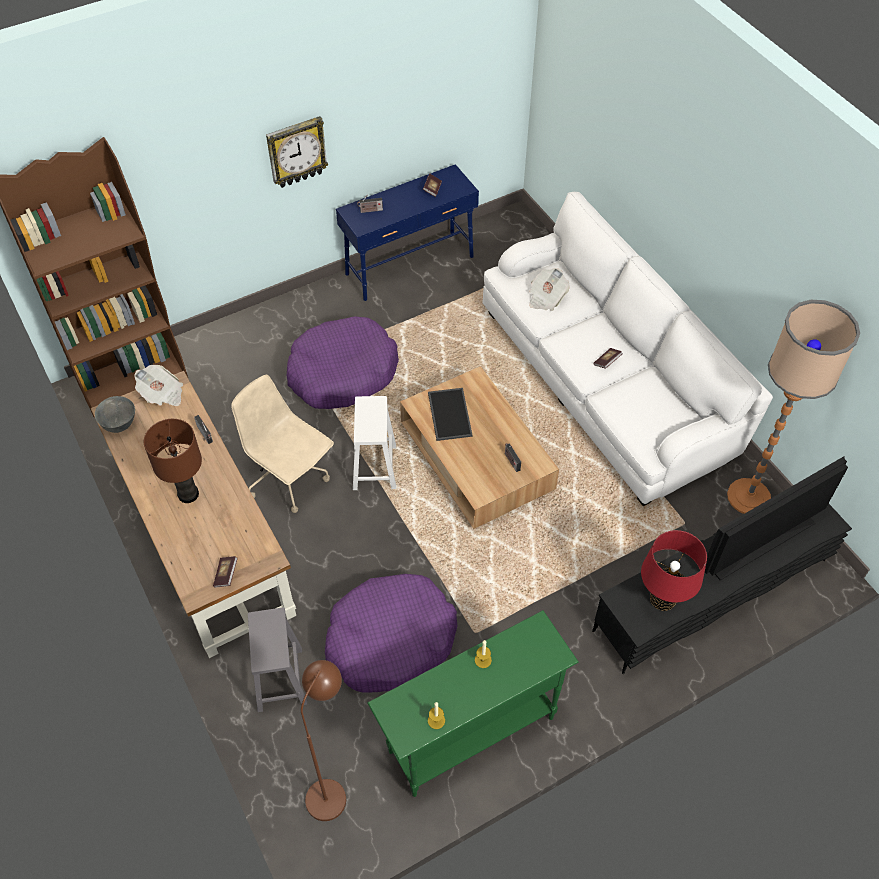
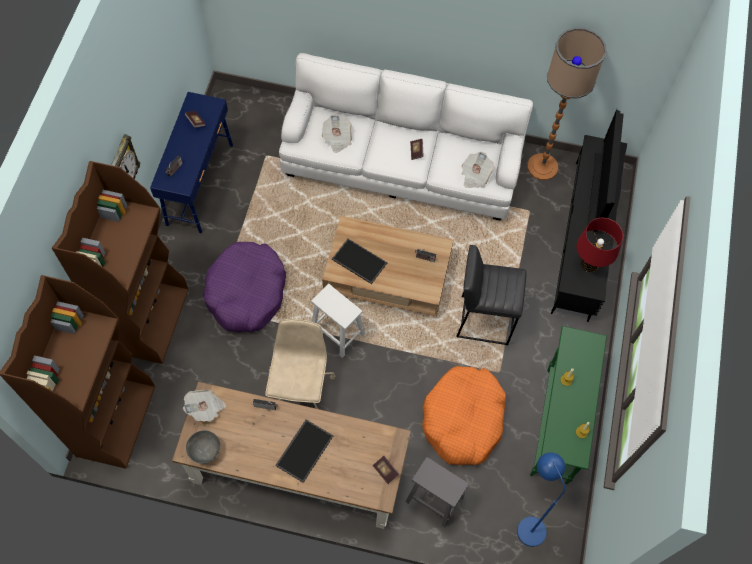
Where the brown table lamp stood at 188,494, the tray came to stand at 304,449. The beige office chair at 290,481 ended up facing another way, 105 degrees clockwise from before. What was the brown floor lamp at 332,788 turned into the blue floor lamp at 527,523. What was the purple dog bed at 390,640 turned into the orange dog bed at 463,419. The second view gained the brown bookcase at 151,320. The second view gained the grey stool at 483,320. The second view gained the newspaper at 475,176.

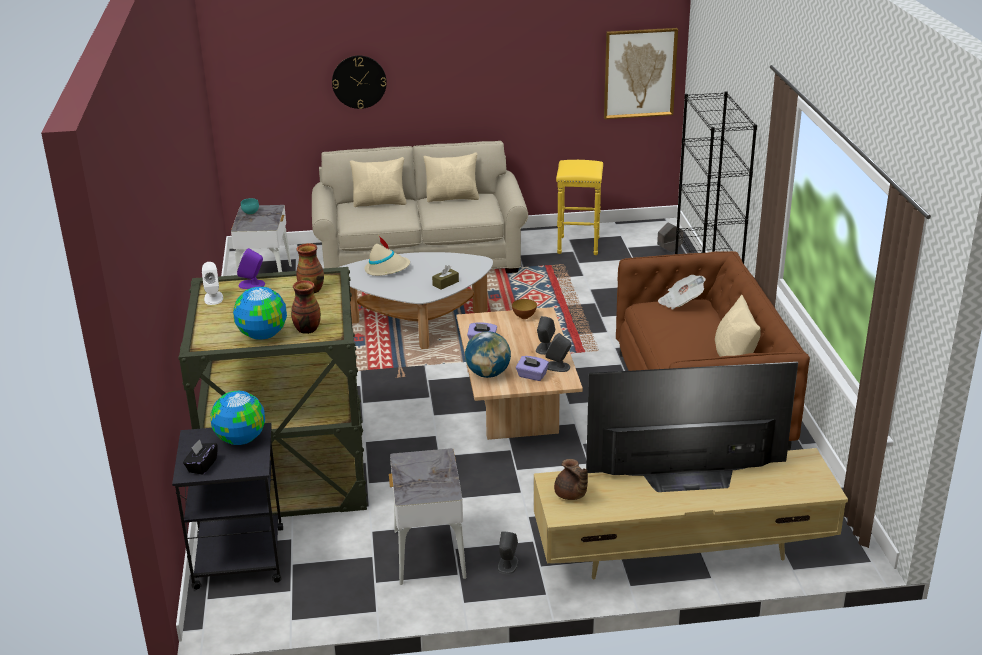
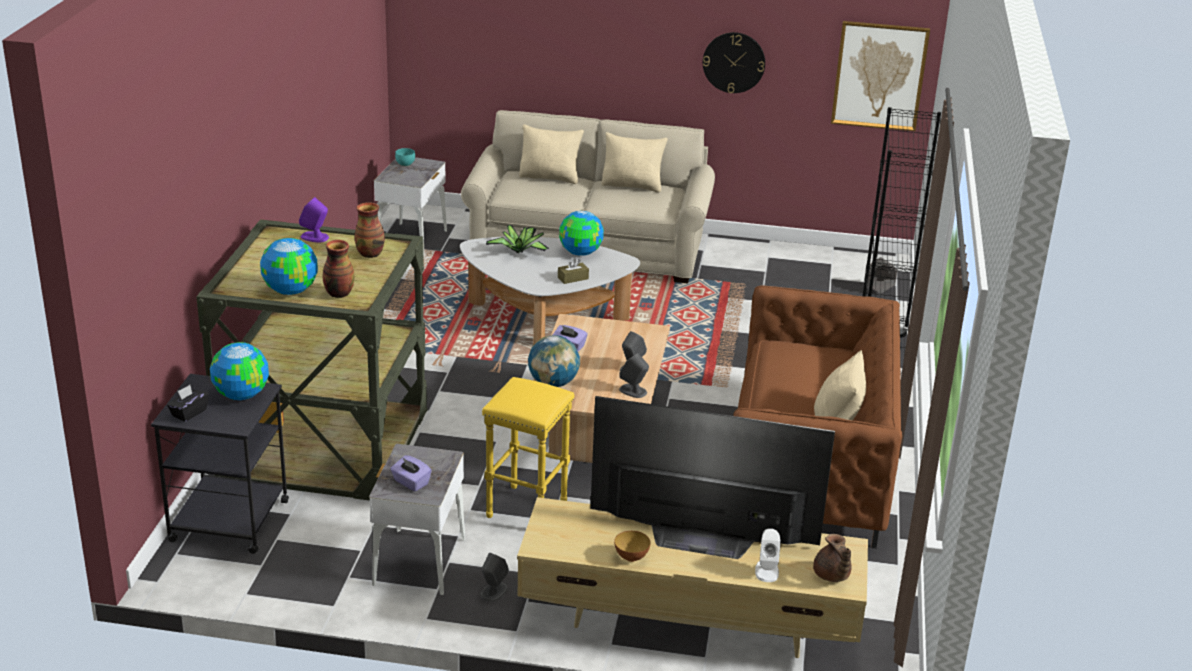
The white speaker ended up elsewhere, having gone from 213,298 to 767,571. The wall clock ended up elsewhere, having gone from 359,81 to 733,62. Where the beige hat stood at 387,269, the potted plant came to stand at 519,251. The bowl ended up elsewhere, having gone from 524,317 to 631,557. The purple tissue box ended up elsewhere, having gone from 532,376 to 410,483. The brown teapot ended up elsewhere, having gone from 571,495 to 831,576. The yellow stool ended up elsewhere, having gone from 577,246 to 524,509. The second view lost the newspaper at 681,302. The second view gained the globe at 580,253.

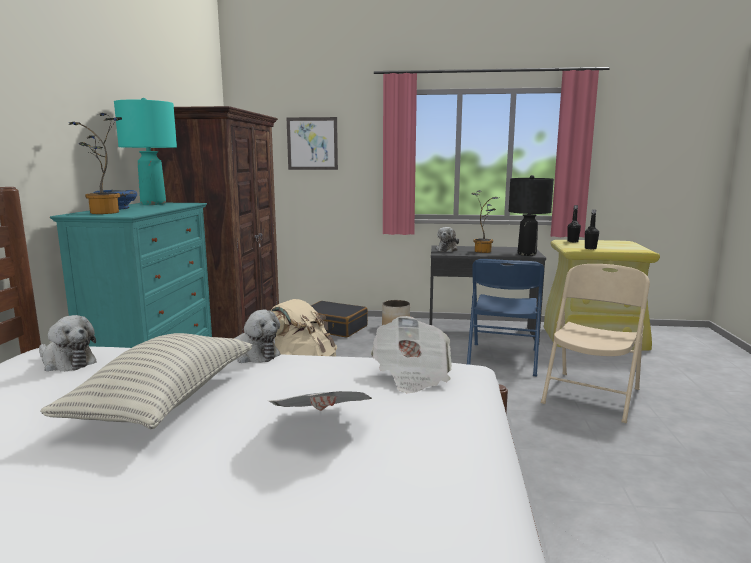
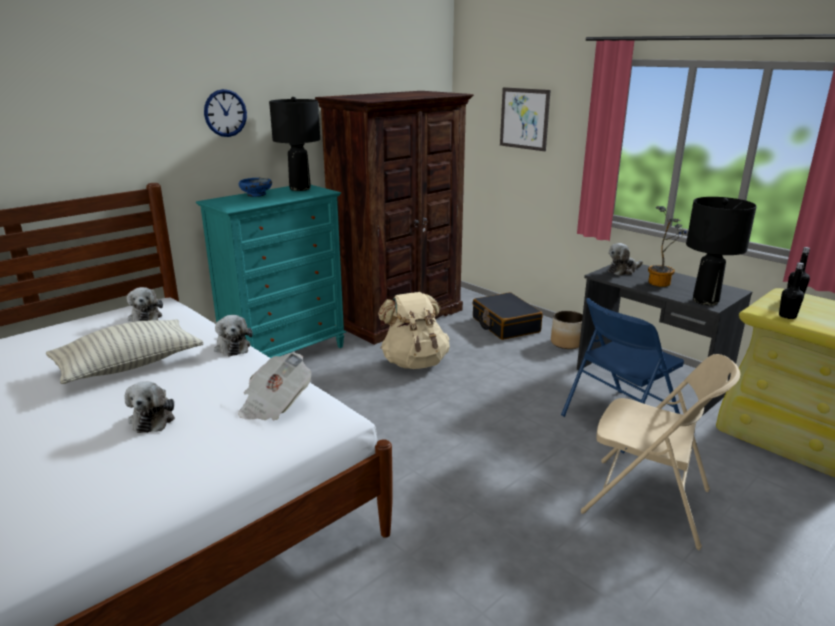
The second view lost the potted plant at 103,213. What was the turquoise table lamp at 153,204 turned into the black table lamp at 300,189. Where the newspaper stood at 321,426, the plush toy came to stand at 153,418. The beige chair at 591,396 ended up facing another way, 45 degrees clockwise from before. The second view gained the wall clock at 225,113.

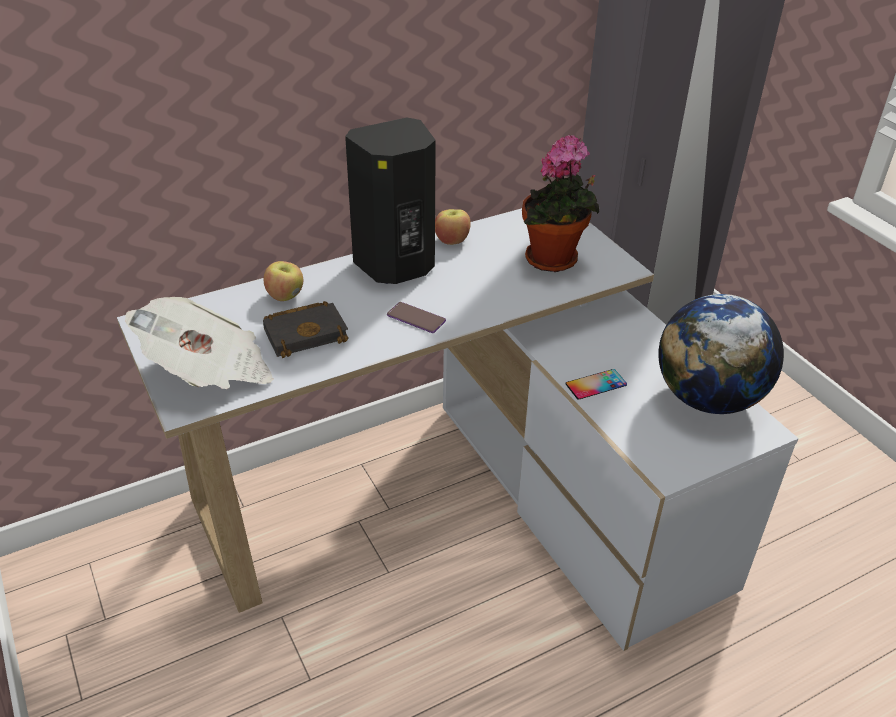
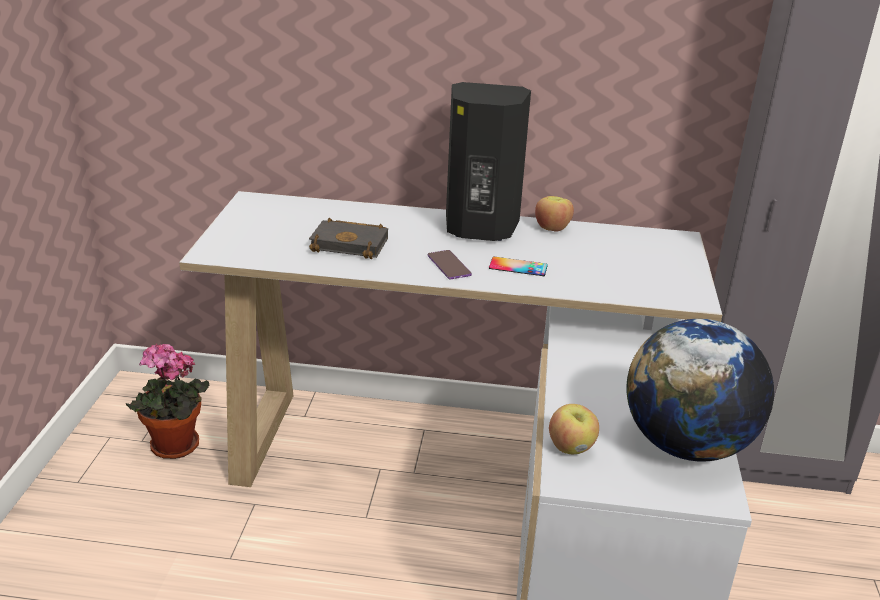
The second view lost the newspaper at 209,372. The apple ended up elsewhere, having gone from 285,296 to 571,447. The potted plant ended up elsewhere, having gone from 554,261 to 173,448. The phone ended up elsewhere, having gone from 596,384 to 518,267.

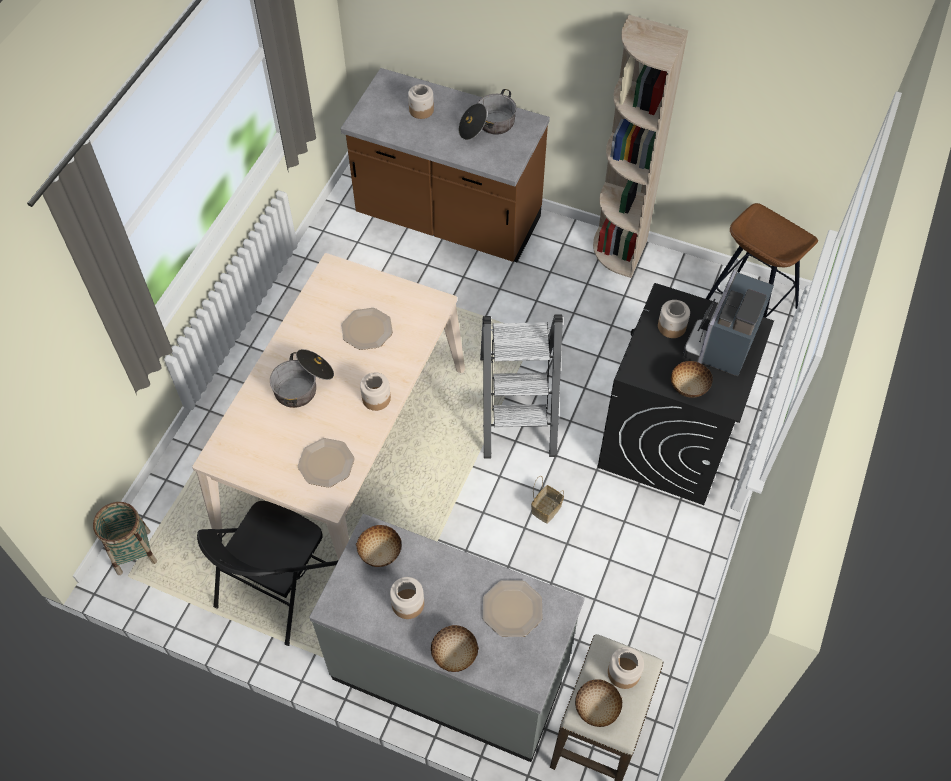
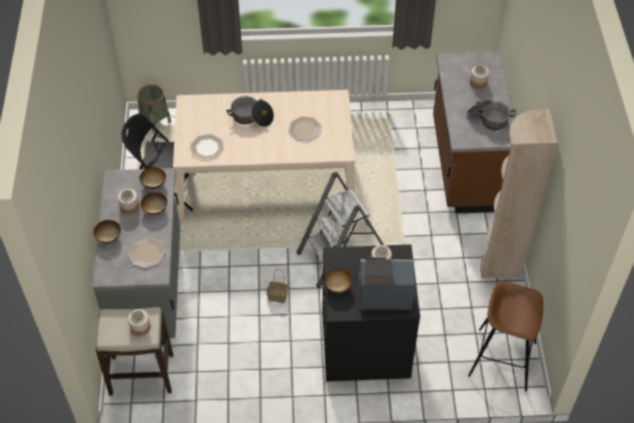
The second view lost the jar at 376,398. The bowl ended up elsewhere, having gone from 596,709 to 155,209.

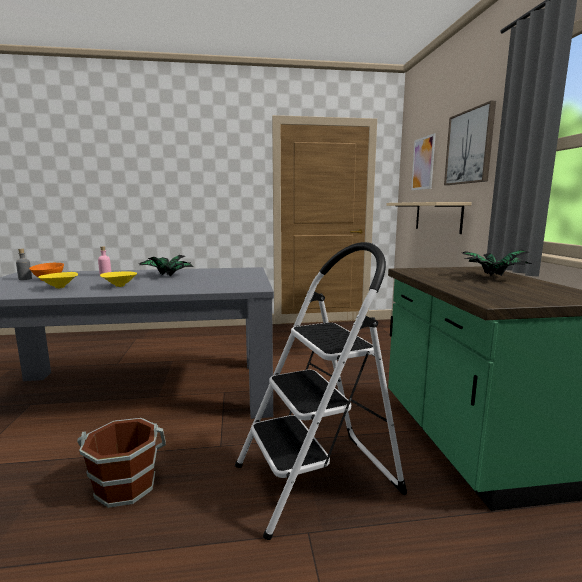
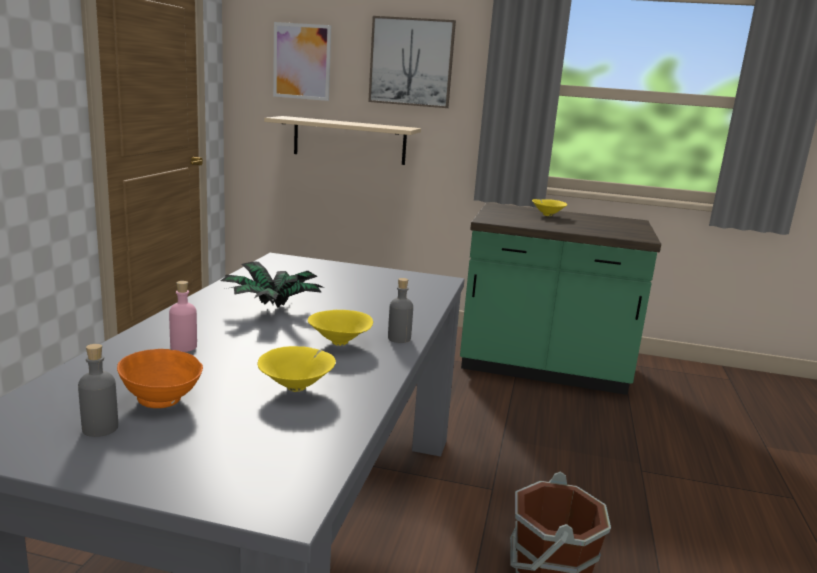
The second view lost the step ladder at 322,479. Where the potted plant stood at 492,277, the yellow bowl came to stand at 547,215. The second view gained the grey bottle at 399,338.

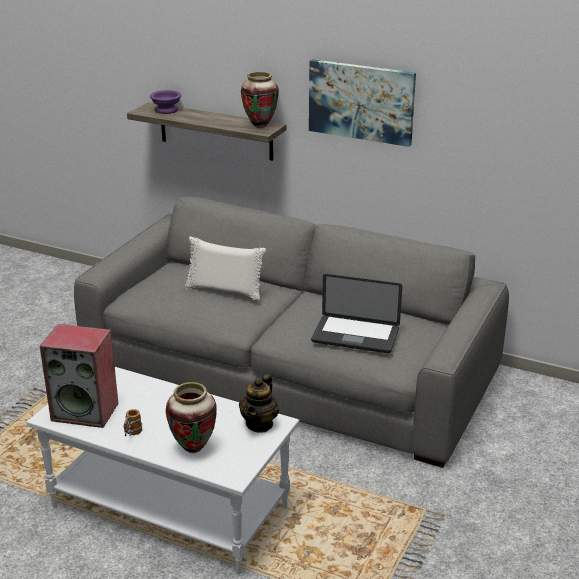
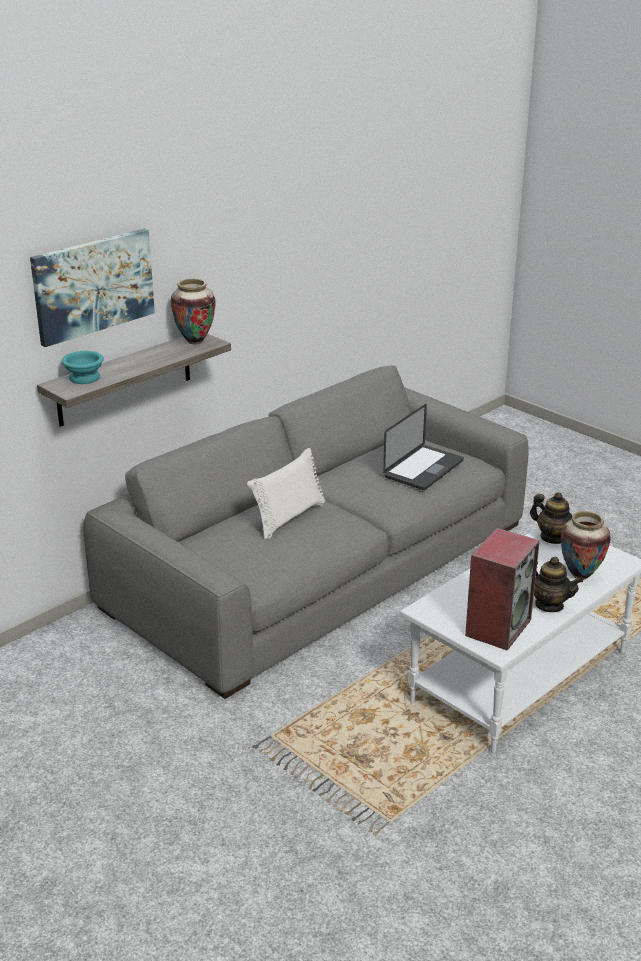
Where the mug stood at 131,435, the teapot came to stand at 549,605. What was the purple bowl at 165,110 turned into the turquoise bowl at 84,378. The picture ended up elsewhere, having gone from 361,101 to 93,285.

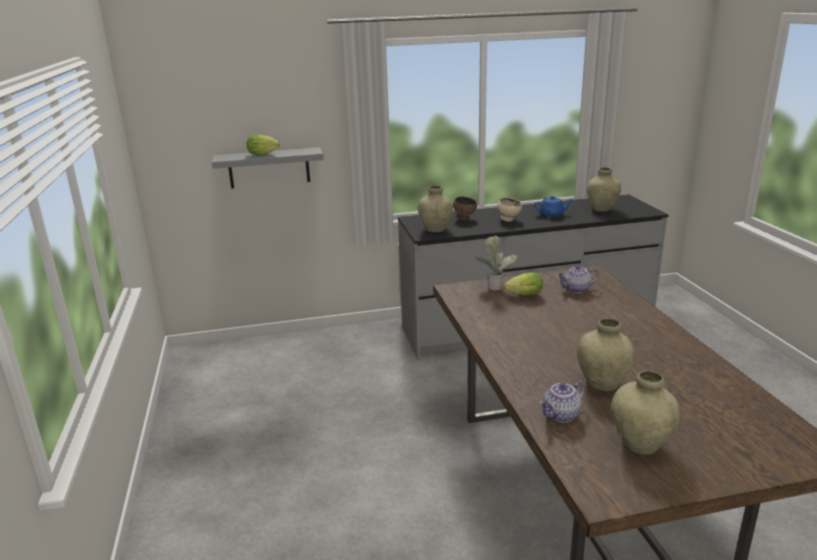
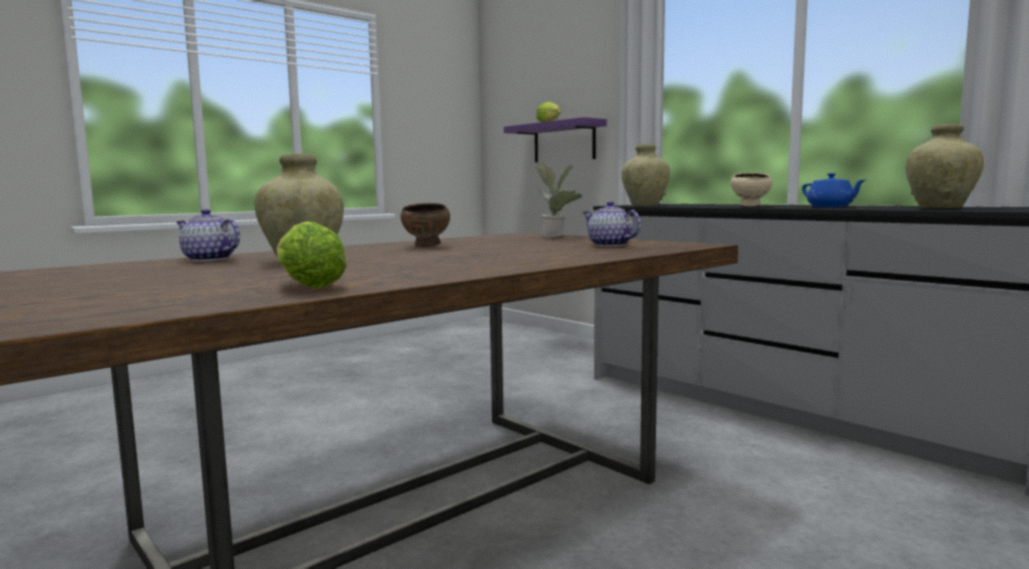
What was the grey shelf at 269,168 turned into the purple shelf at 564,142. The brown bowl ended up elsewhere, having gone from 464,218 to 427,246. The lettuce ended up elsewhere, having gone from 522,295 to 307,286. The second view lost the beige vase at 640,444.

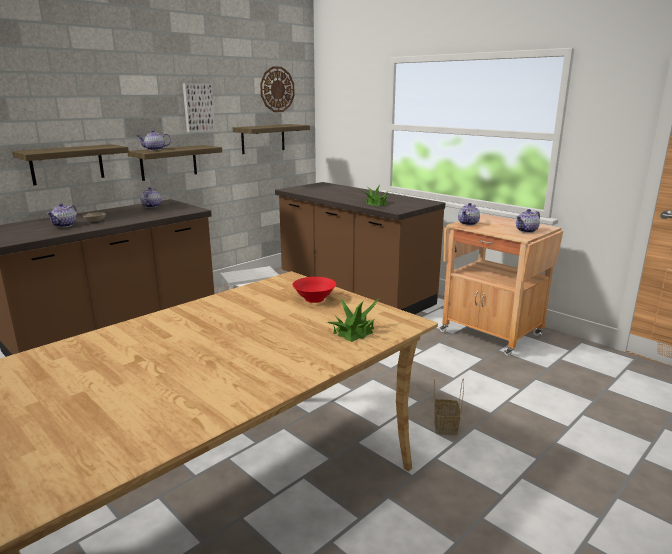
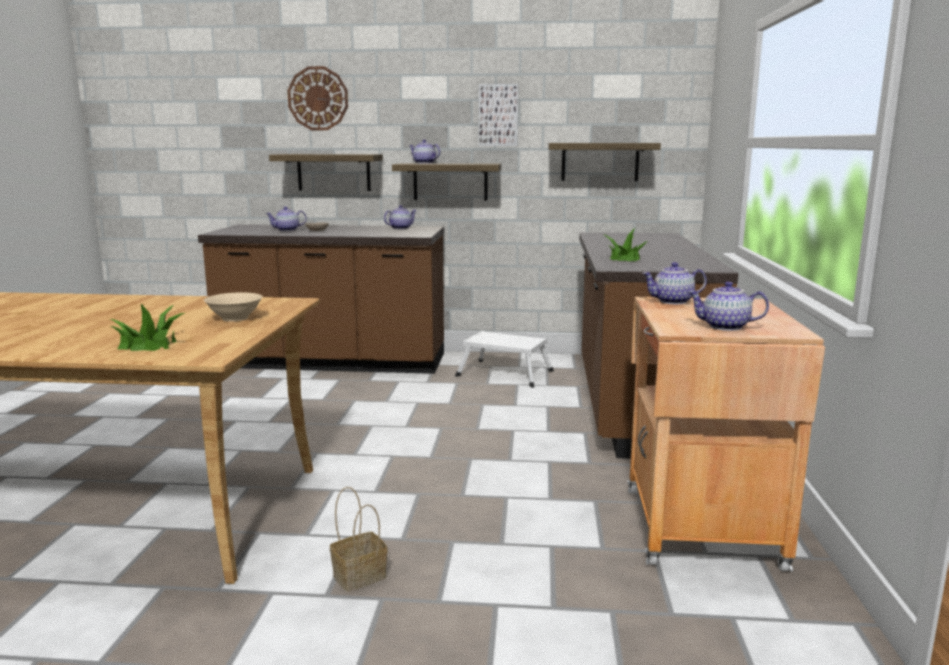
The wall clock ended up elsewhere, having gone from 277,89 to 318,98. What was the red bowl at 315,299 turned into the beige bowl at 235,318.

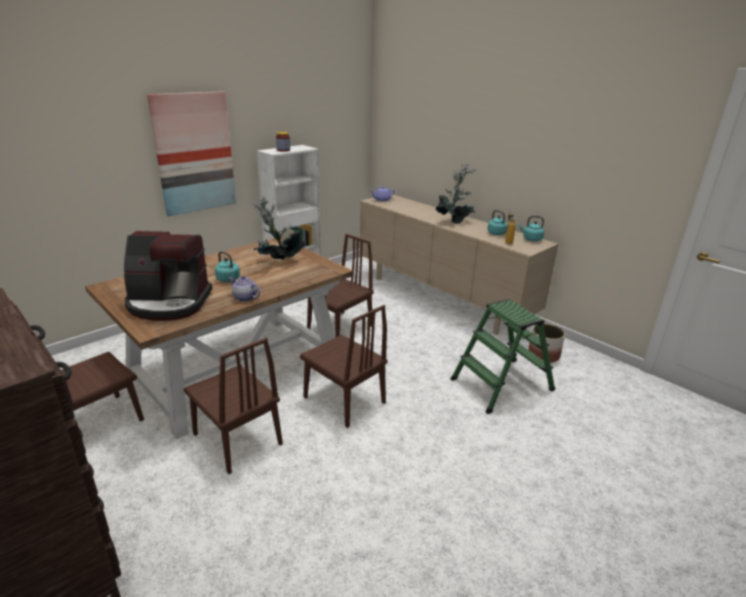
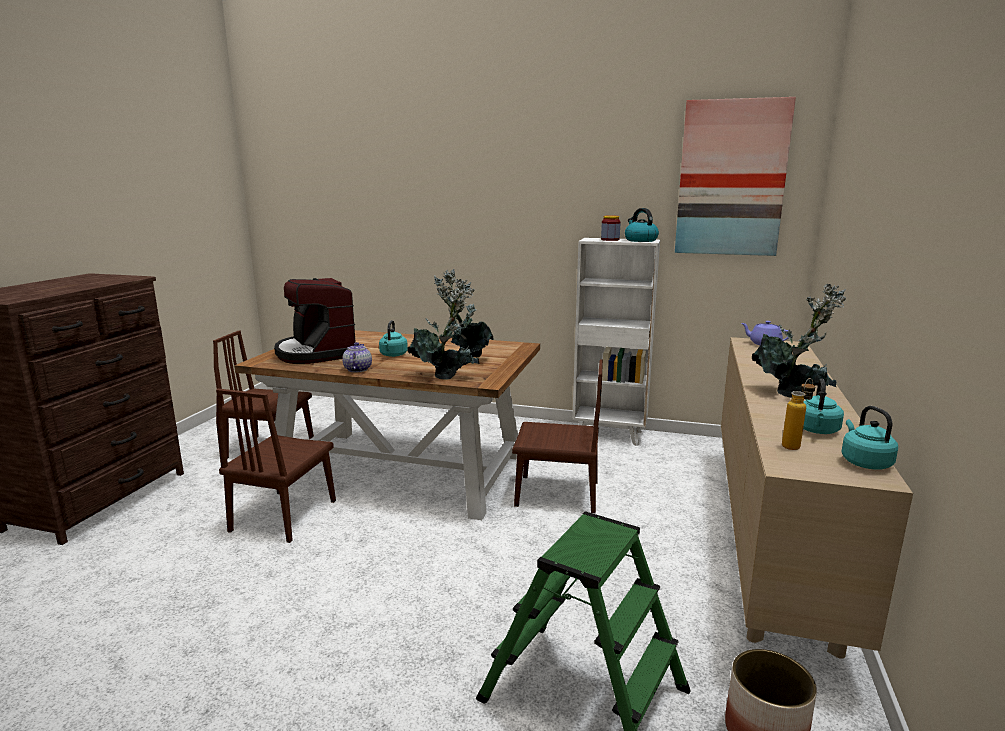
The picture ended up elsewhere, having gone from 194,153 to 731,179. The second view lost the brown chair at 344,400. The second view gained the potted plant at 446,375. The second view gained the kettle at 640,240.

